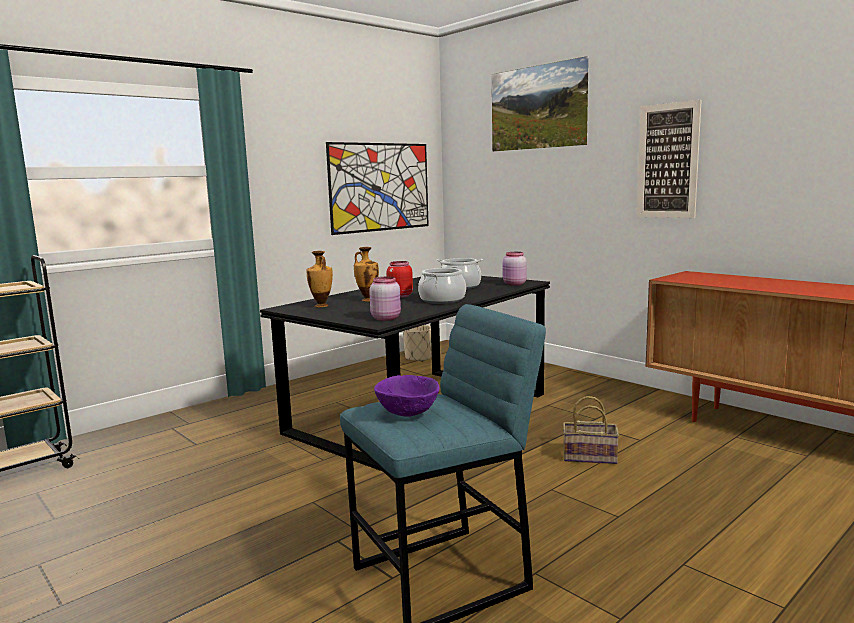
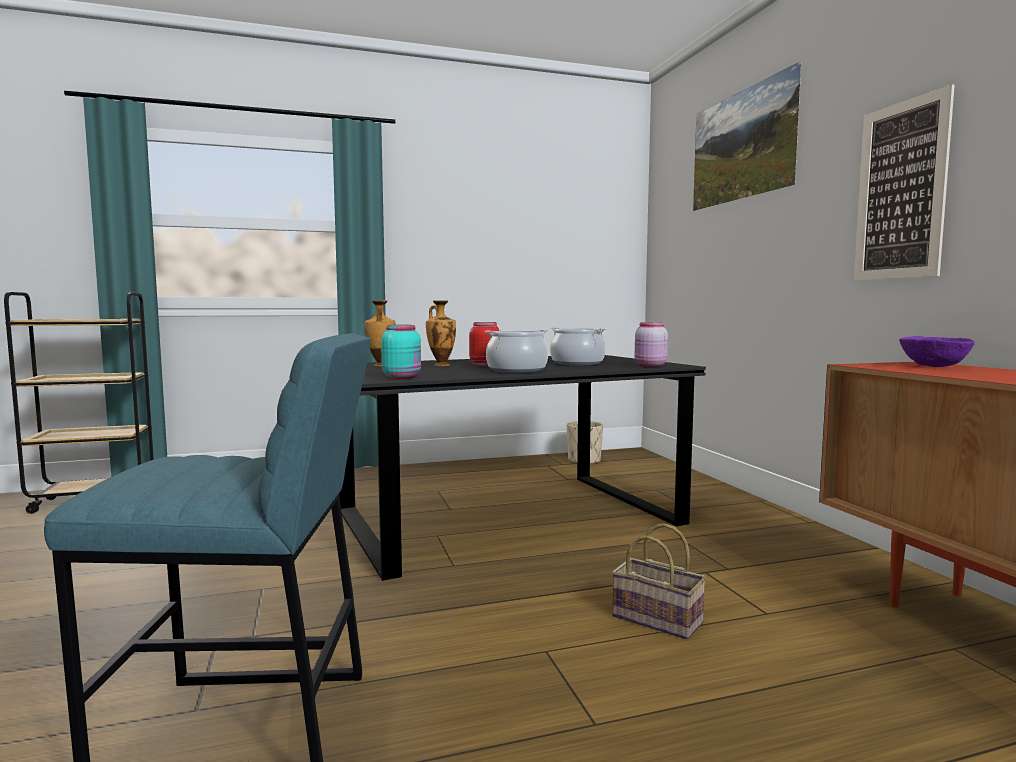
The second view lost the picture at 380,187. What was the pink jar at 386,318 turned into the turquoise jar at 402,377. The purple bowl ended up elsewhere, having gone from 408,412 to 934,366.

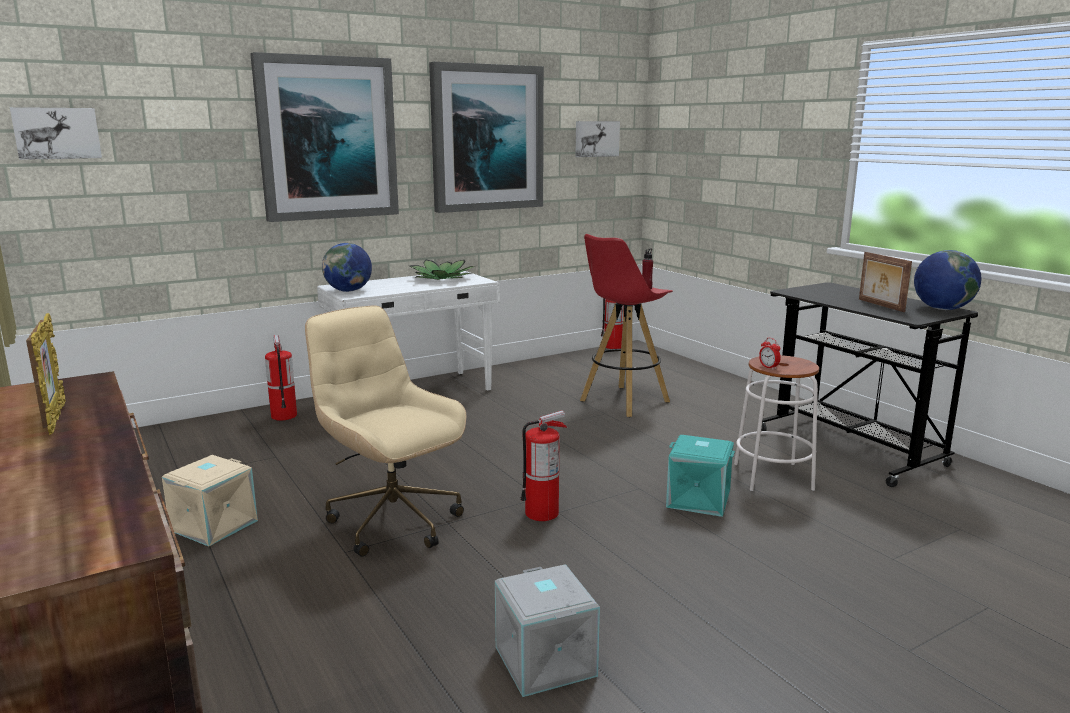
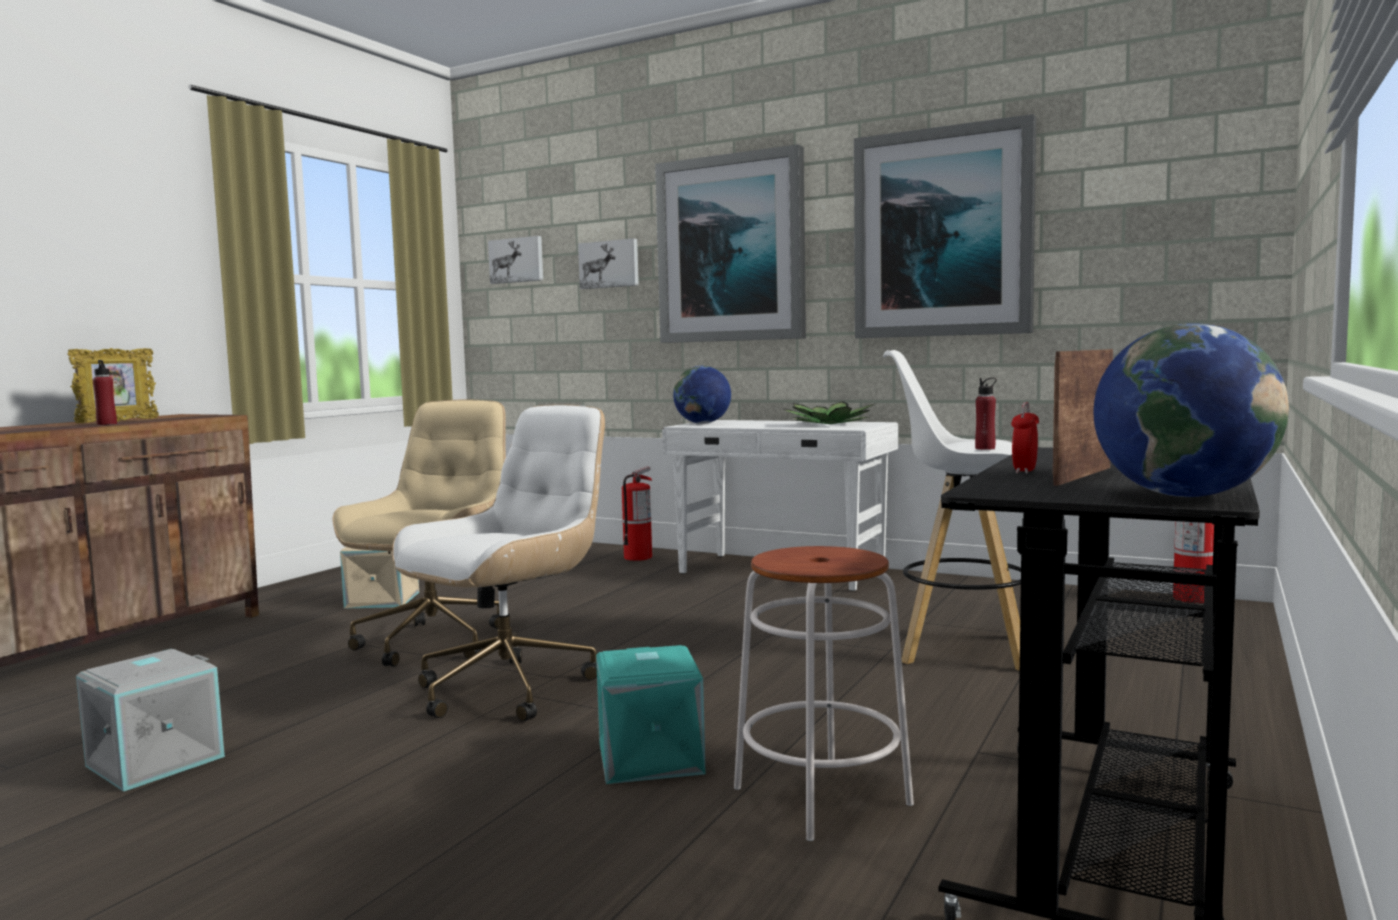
Where the fire extinguisher stood at 542,513, the white office chair came to stand at 512,688. The picture ended up elsewhere, having gone from 596,139 to 609,264. What was the red stool at 622,401 turned into the white stool at 960,648. The alarm clock ended up elsewhere, having gone from 768,367 to 1024,471. The second view gained the red bottle at 106,424.

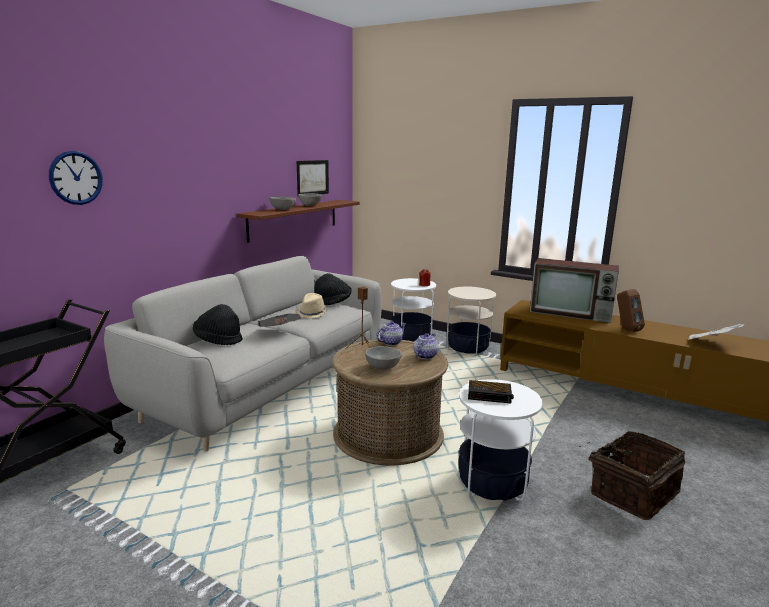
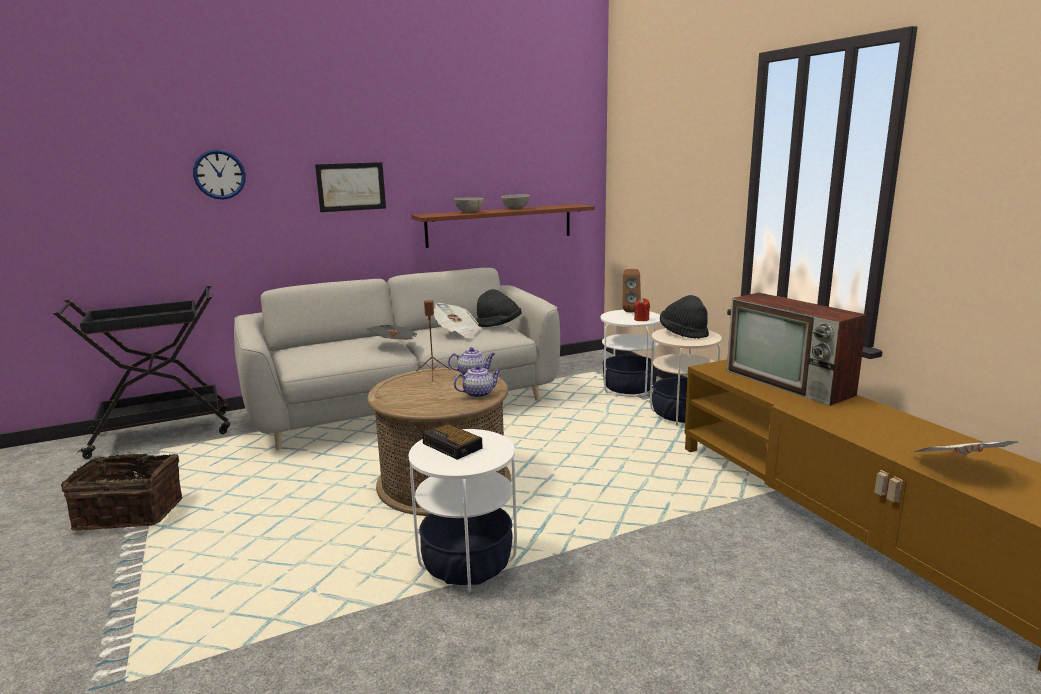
The black hat ended up elsewhere, having gone from 218,340 to 683,333. Where the beige hat stood at 312,313, the newspaper came to stand at 457,333. The picture ended up elsewhere, having gone from 312,177 to 351,186. The second view lost the grey bowl at 382,367. The basket ended up elsewhere, having gone from 631,492 to 131,513. The brown speaker ended up elsewhere, having gone from 626,329 to 630,311.

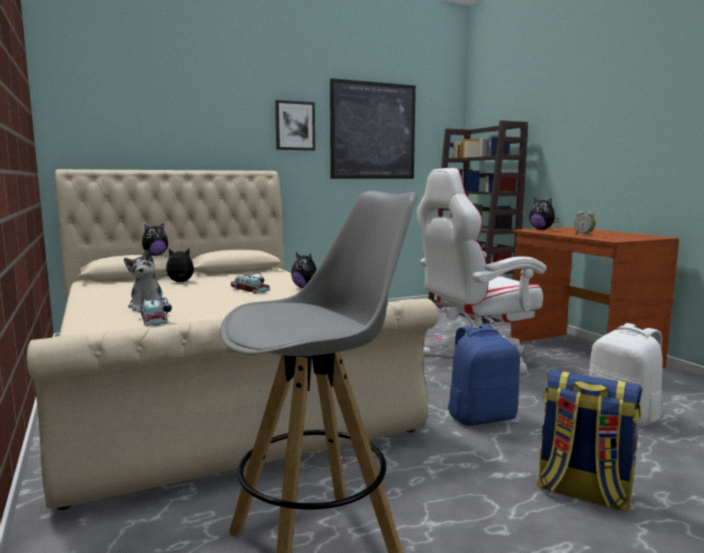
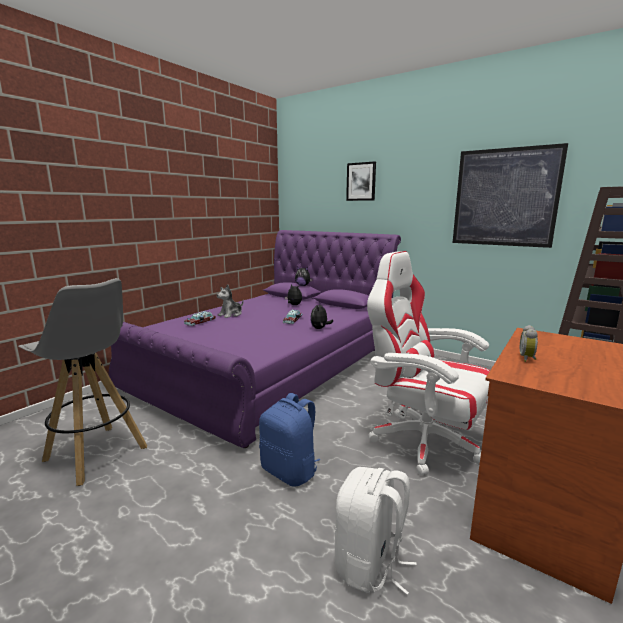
What was the beige bed at 211,379 turned into the purple bed at 269,367. The picture ended up elsewhere, having gone from 295,126 to 361,181. The second view lost the plush toy at 542,229. The second view lost the backpack at 582,492.

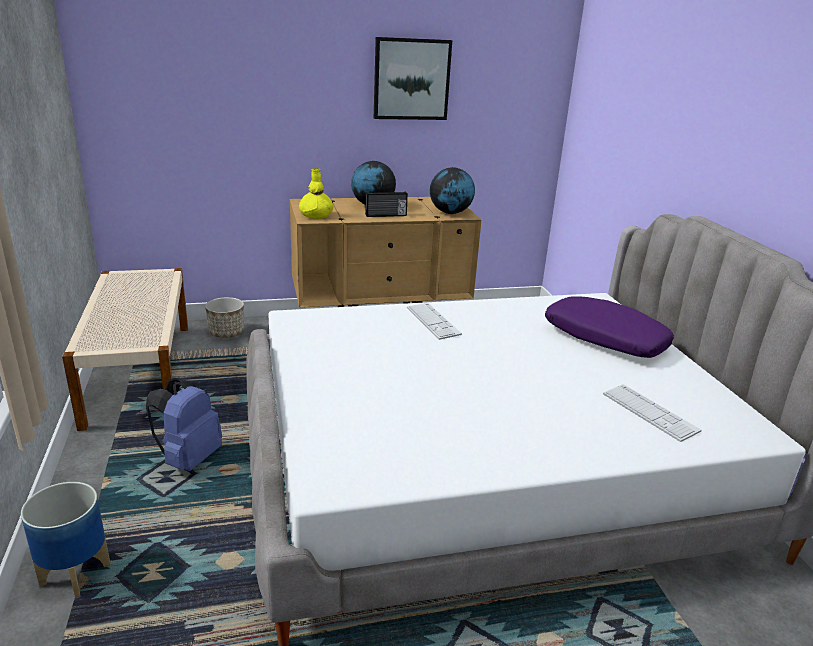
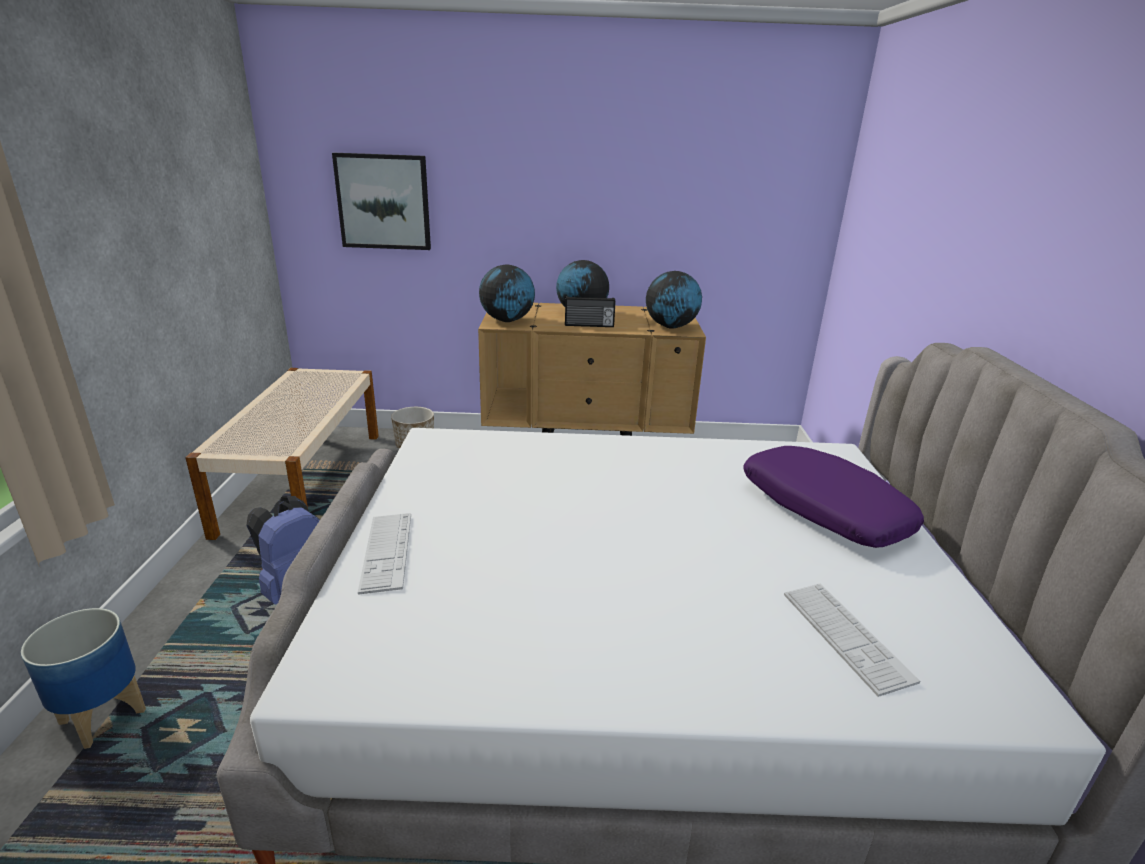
Where the yellow vase stood at 316,215, the globe came to stand at 507,320. The picture ended up elsewhere, having gone from 411,79 to 384,202. The keyboard ended up elsewhere, having gone from 433,321 to 387,552.

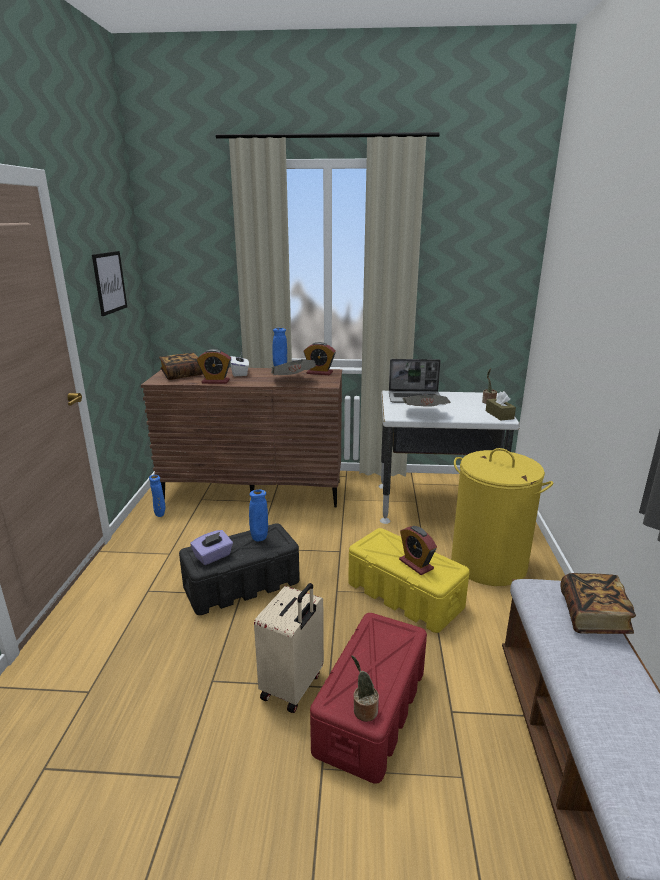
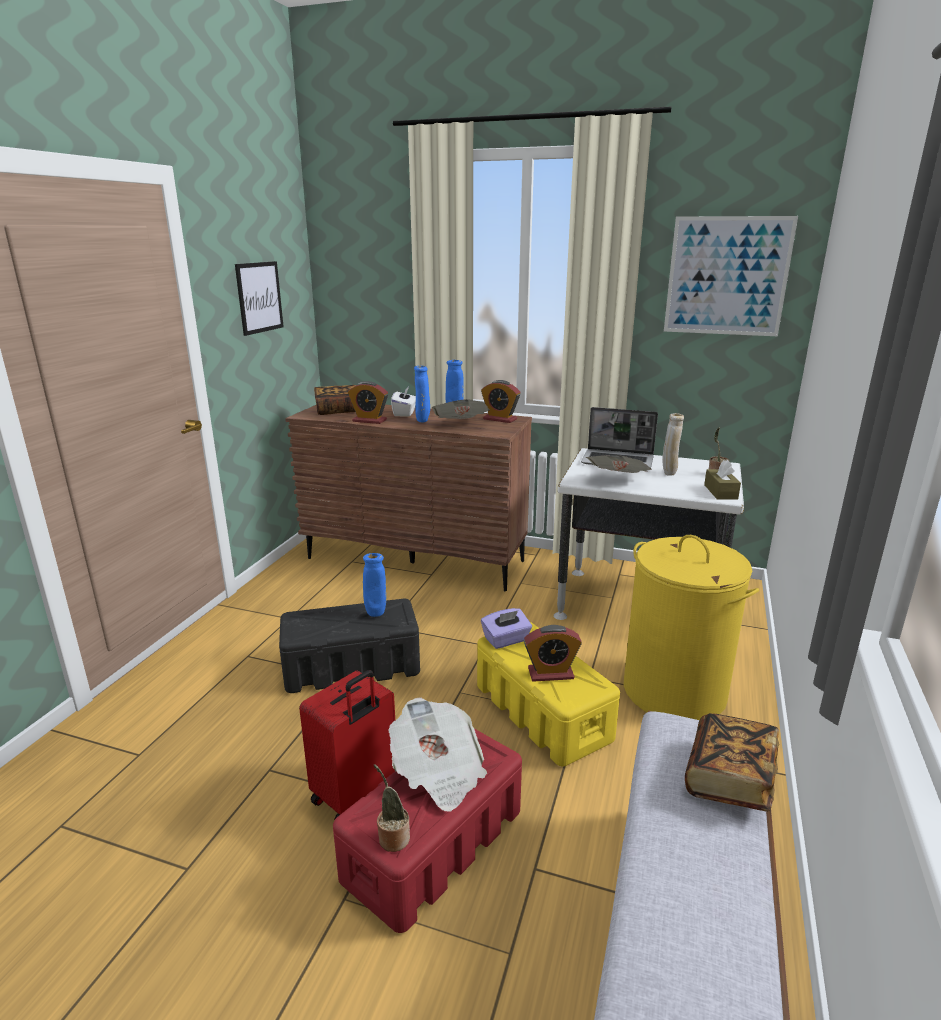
The blue vase ended up elsewhere, having gone from 160,515 to 423,421. The purple tissue box ended up elsewhere, having gone from 213,556 to 506,640. What was the beige suitcase at 293,686 turned into the red suitcase at 355,795. The alarm clock at 416,564 ended up facing another way, 75 degrees counterclockwise from before. The second view gained the newspaper at 438,773. The second view gained the beige vase at 668,474. The second view gained the picture at 727,276.

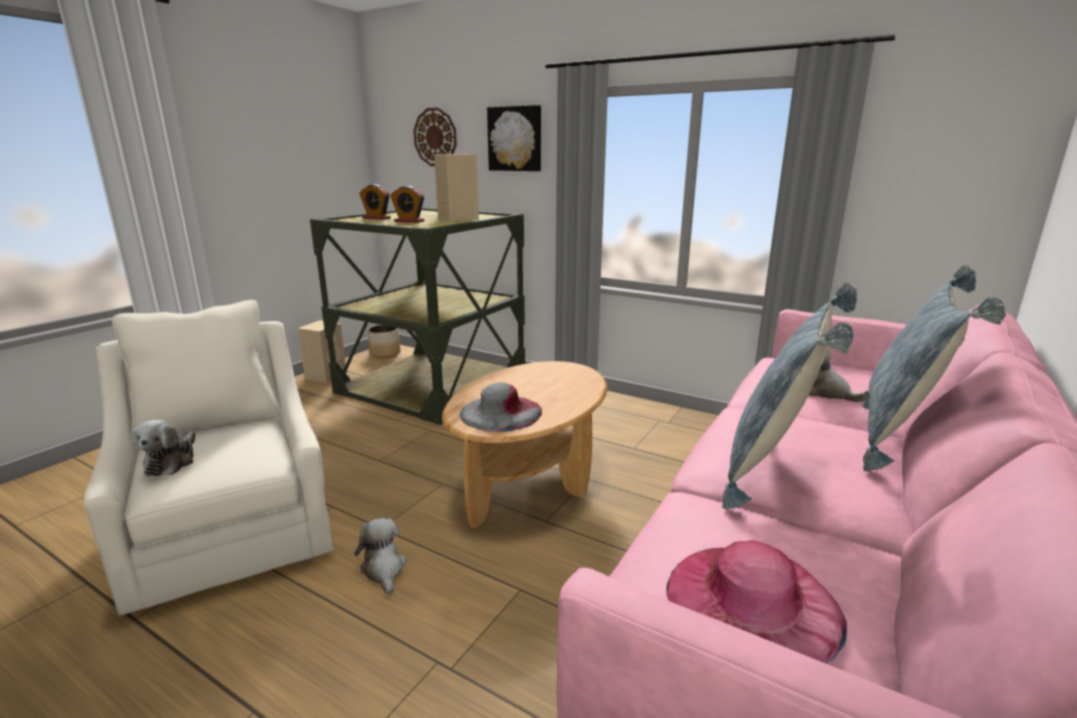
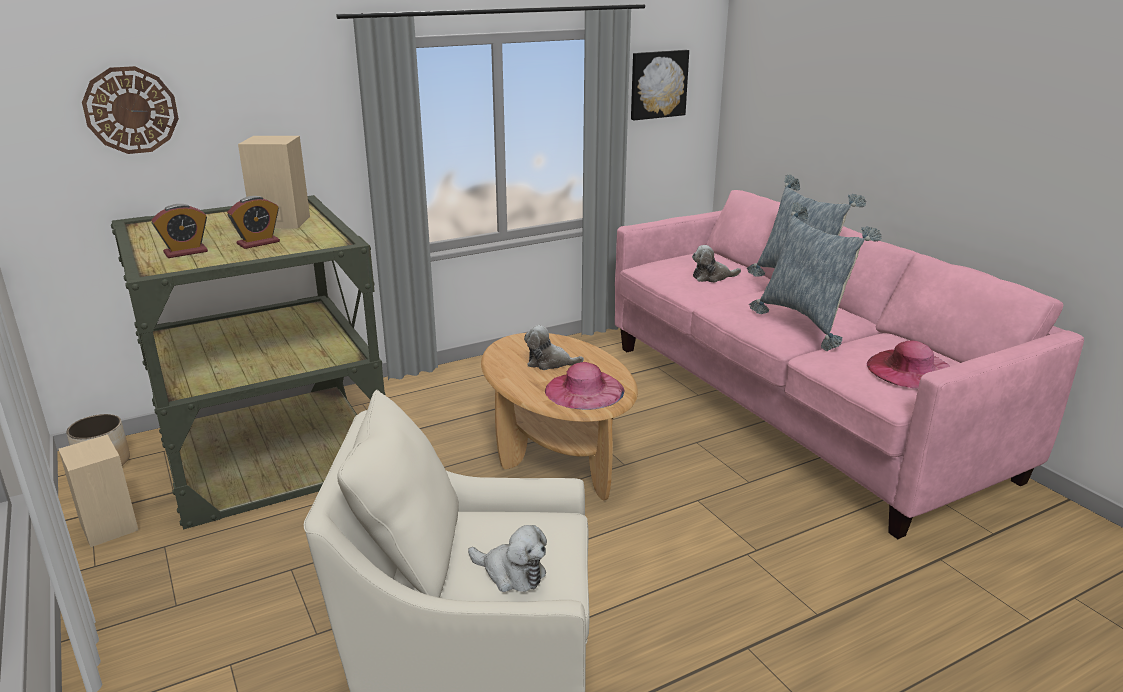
The plush toy ended up elsewhere, having gone from 383,569 to 549,363. What was the grey hat at 501,412 turned into the pink hat at 584,390. The picture ended up elsewhere, having gone from 515,139 to 657,84.

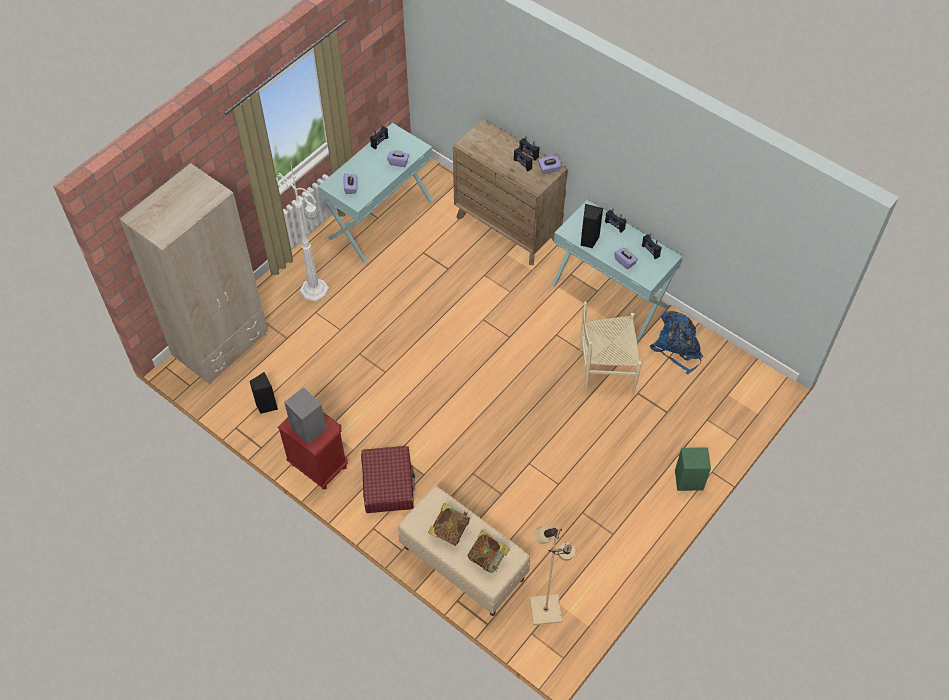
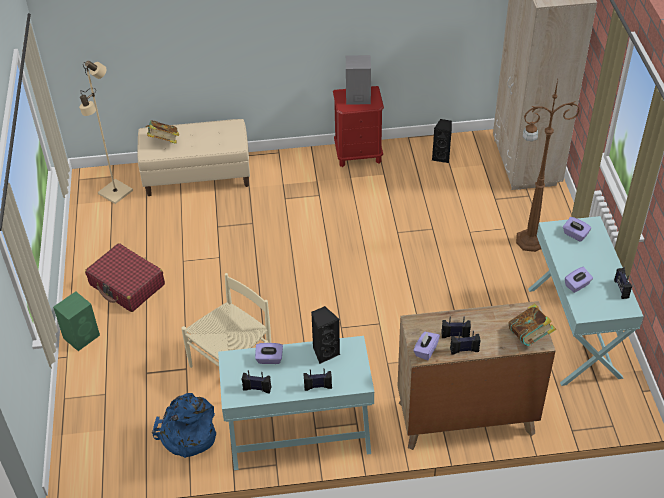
What was the white floor lamp at 315,291 turned into the brown floor lamp at 528,241. The red suitcase ended up elsewhere, having gone from 388,484 to 127,285. The book ended up elsewhere, having gone from 449,530 to 529,336.

